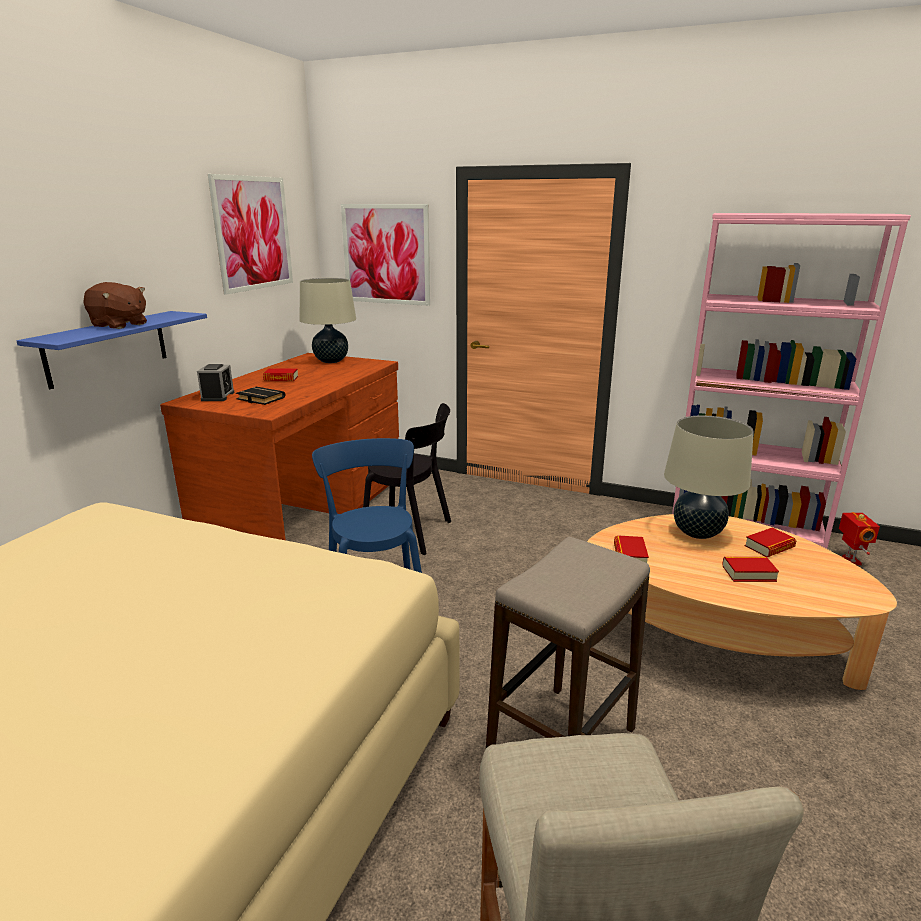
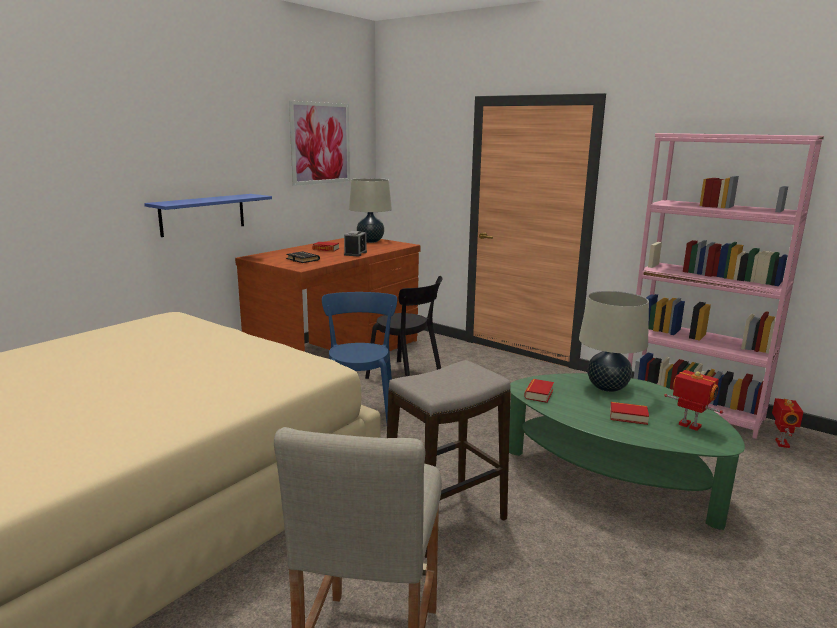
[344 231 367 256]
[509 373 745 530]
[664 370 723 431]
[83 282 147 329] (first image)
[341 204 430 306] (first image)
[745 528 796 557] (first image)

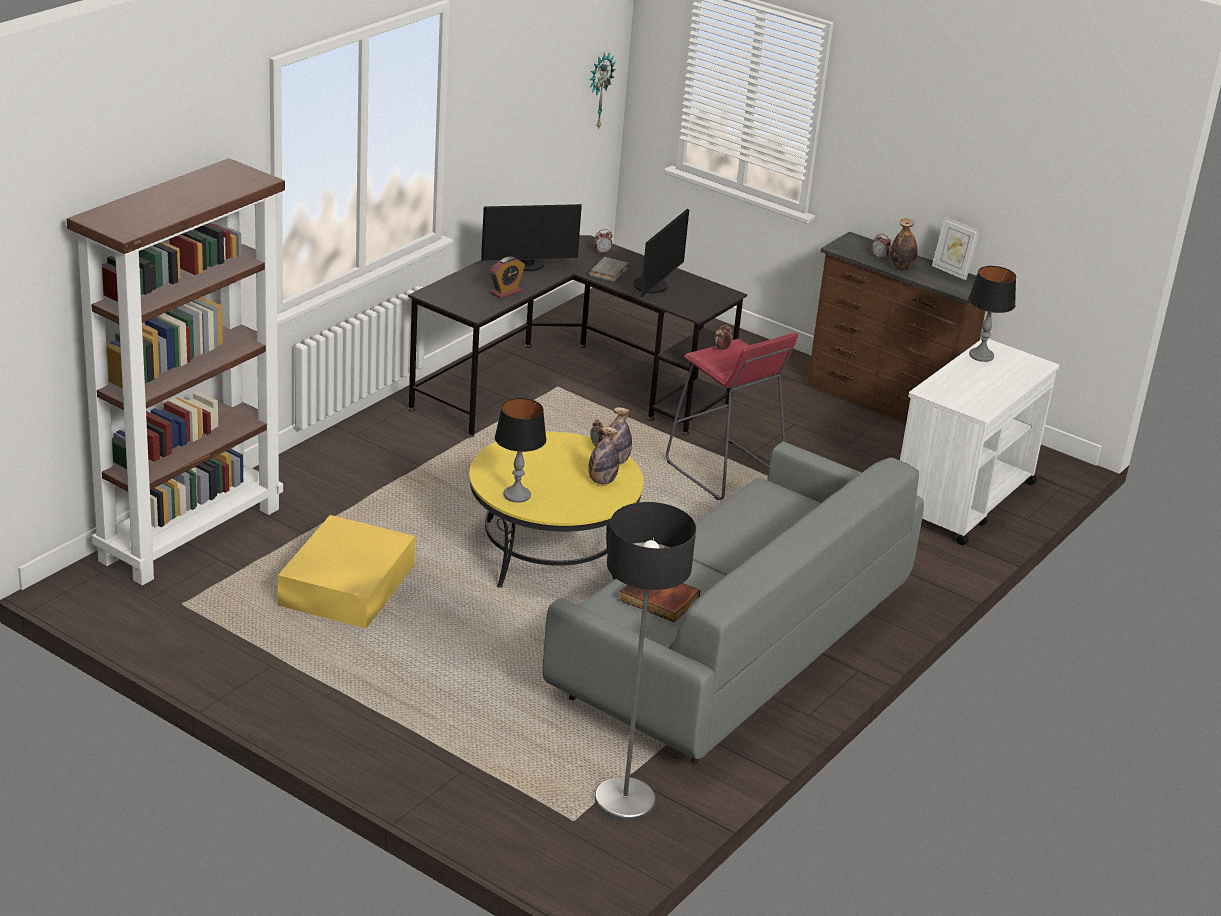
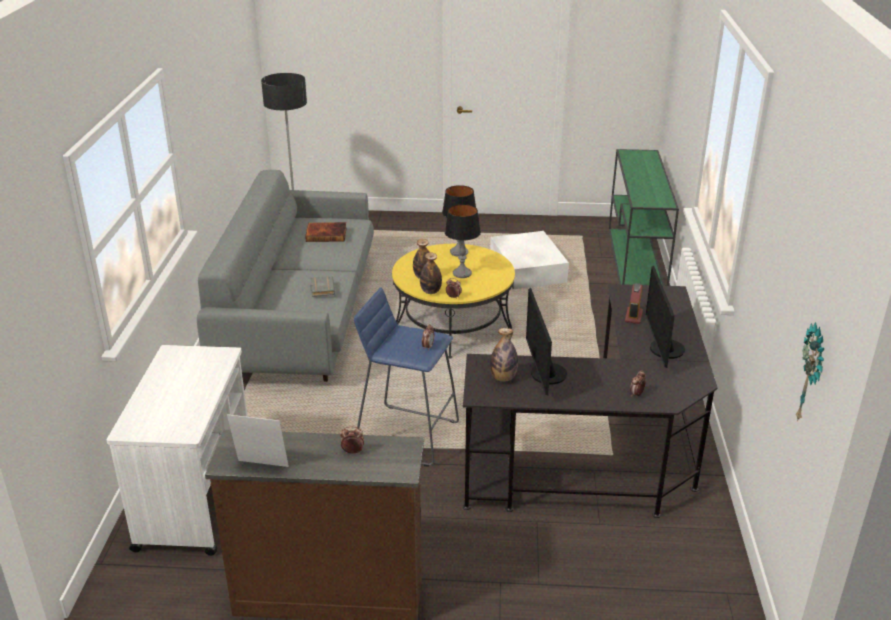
[310 276 335 297]
[354 287 459 467]
[444 204 481 278]
[490 231 569 290]
[490 328 518 381]
[609 149 679 286]
[646 266 685 368]

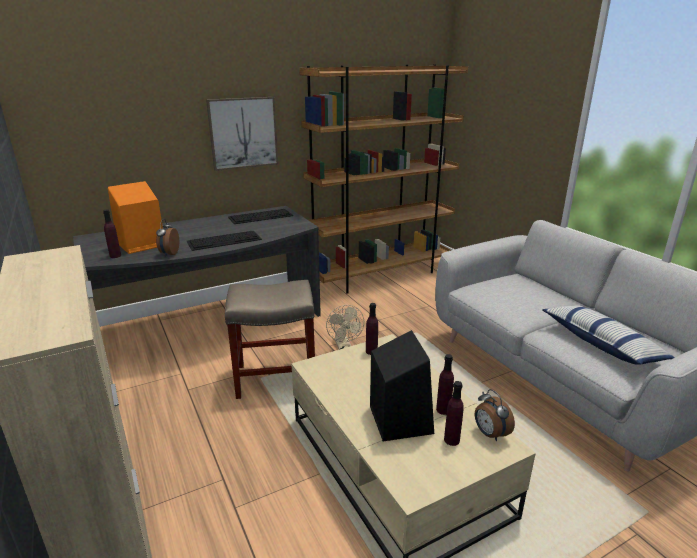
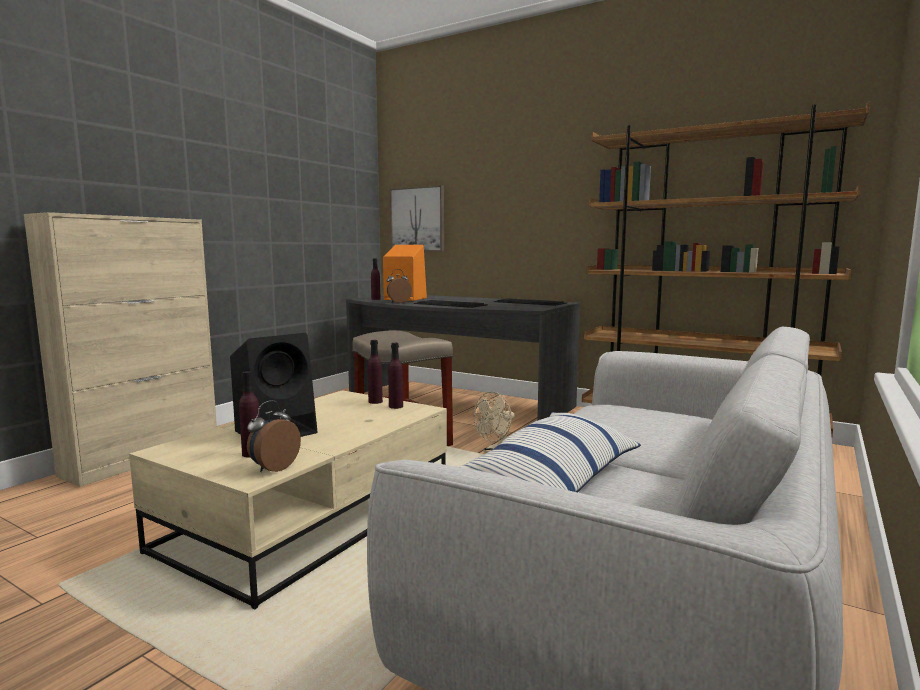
[368 340 383 404]
[390 185 444 252]

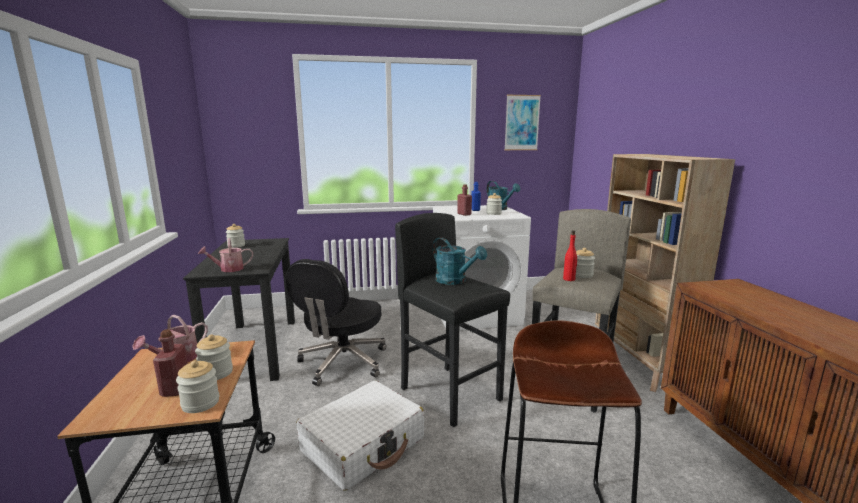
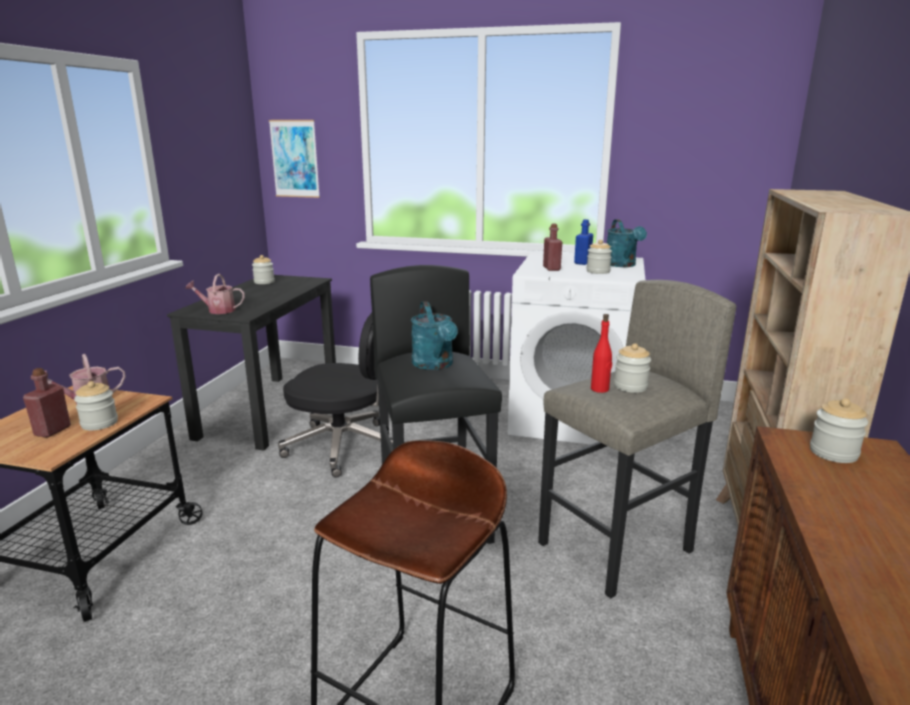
[269 120 320 198]
[278 313 393 477]
[810 398 868 463]
[296 381 424 491] (first image)

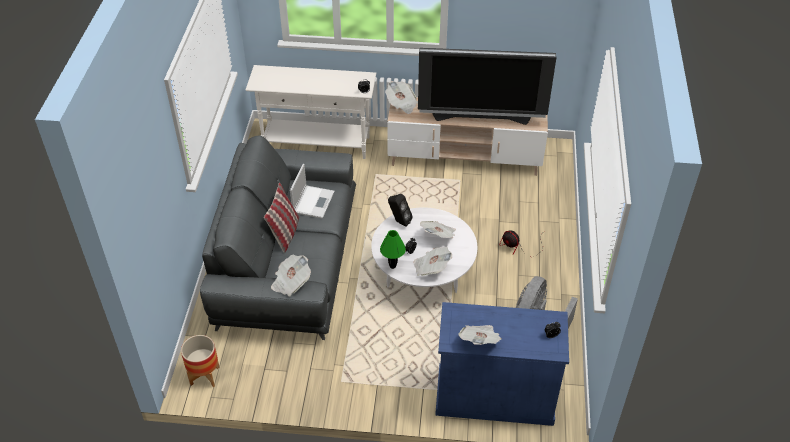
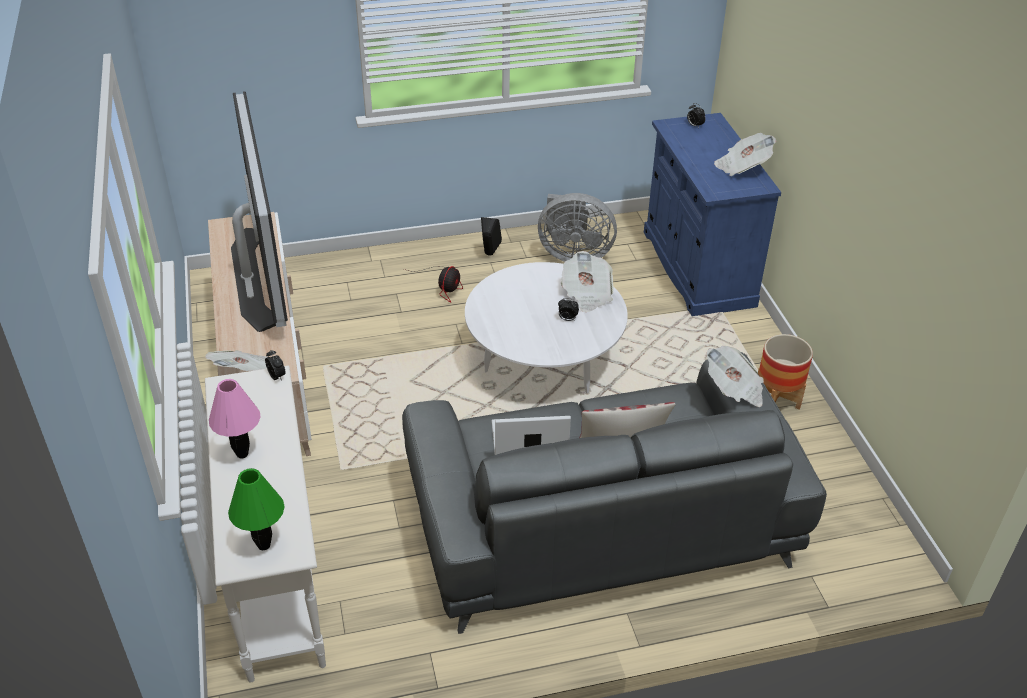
[209 379 261 458]
[228 468 285 550]
[481 217 502 256]
[758 334 813 410]
[420 221 456 238] (first image)

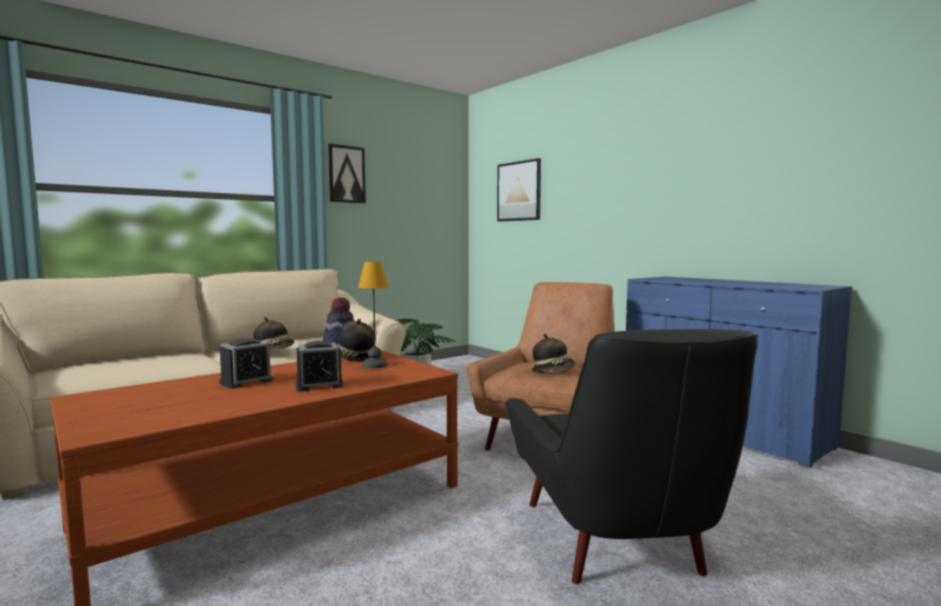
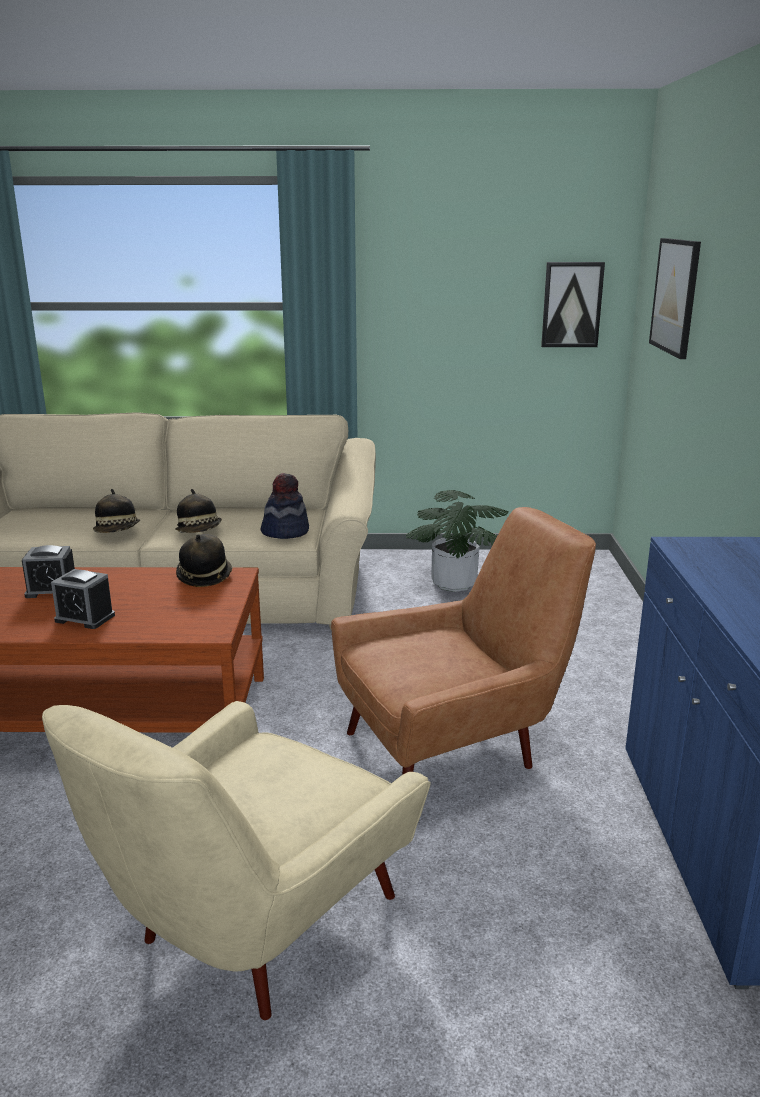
[42 701 431 1020]
[93 489 140 533]
[541 262 605 347]
[358 261 389 368] (first image)

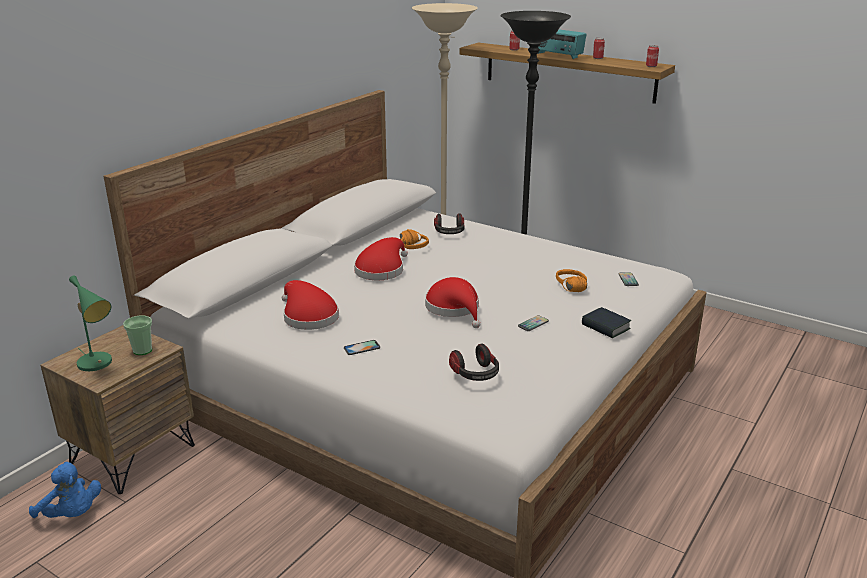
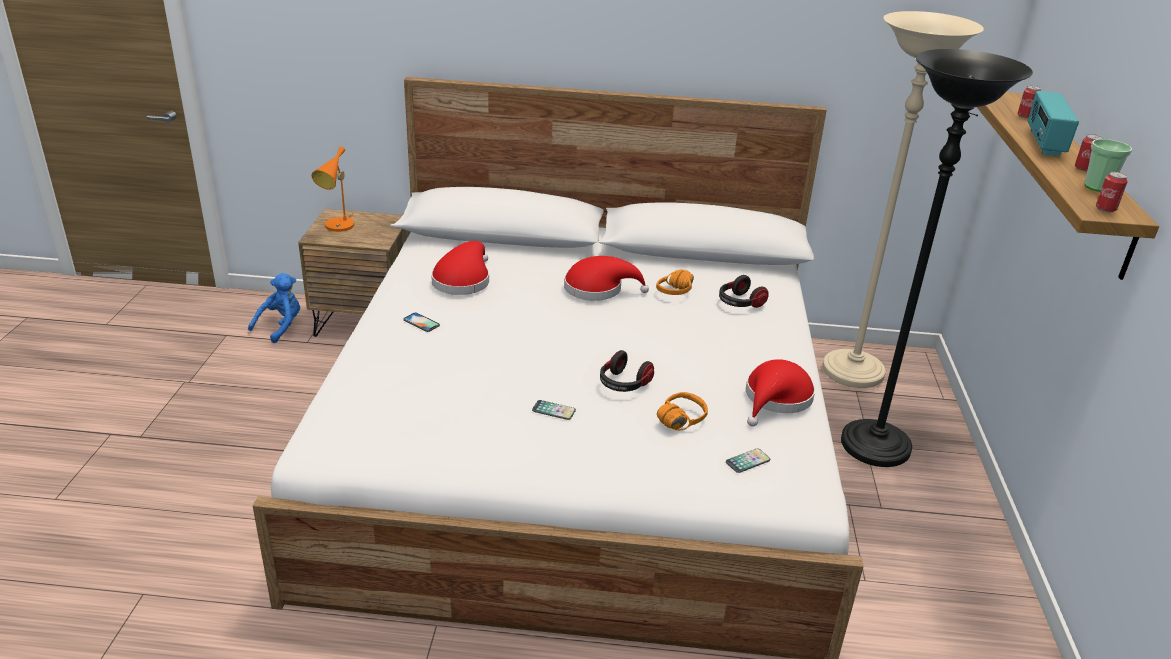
[248 273 300 343]
[312 147 355 232]
[600 350 654 392]
[746 359 815 427]
[1085 139 1132 192]
[582 307 631 338] (first image)

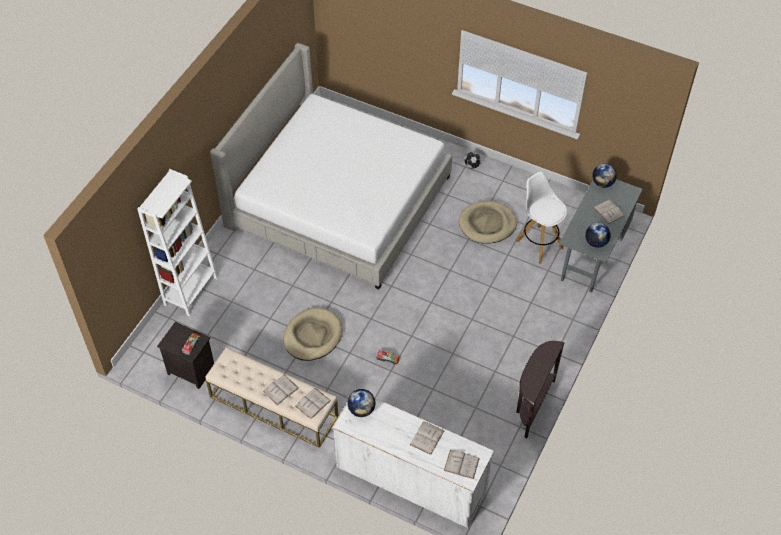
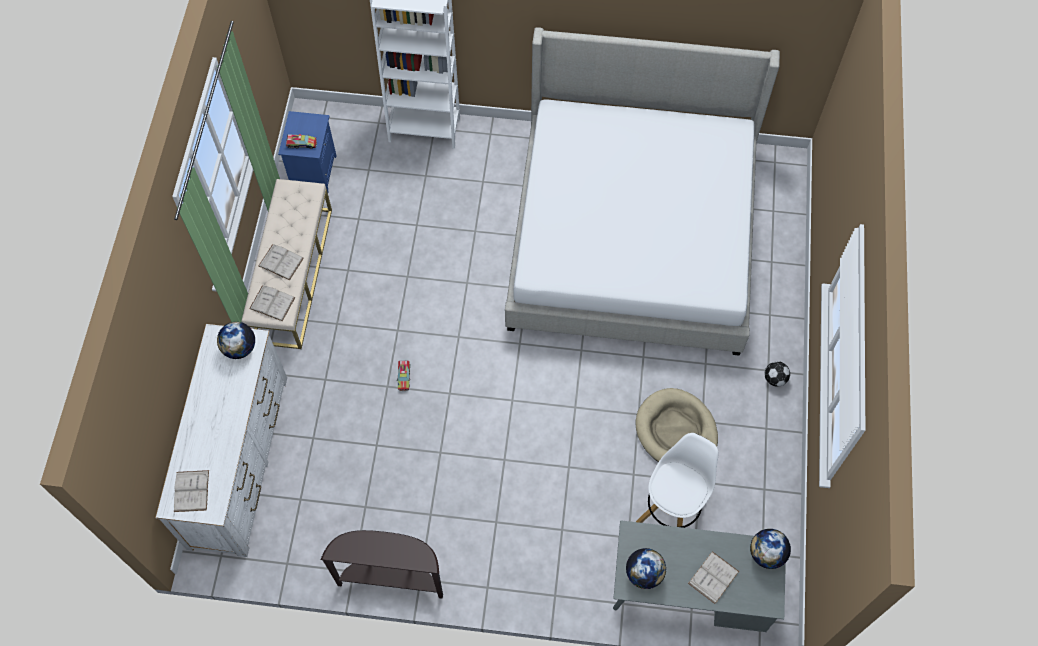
[278 111 337 192]
[283 308 342 361] (first image)
[410 421 444 455] (first image)

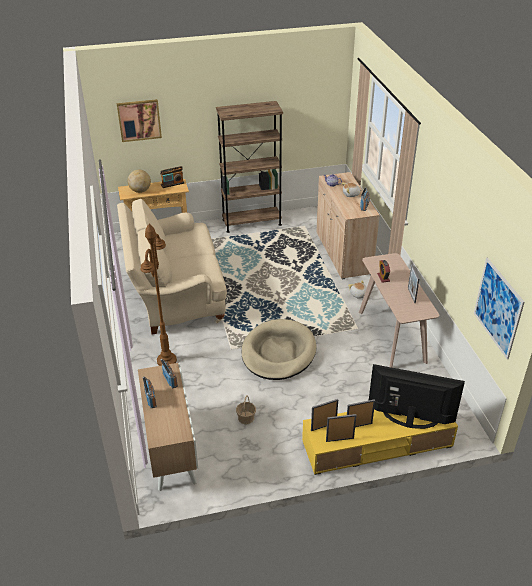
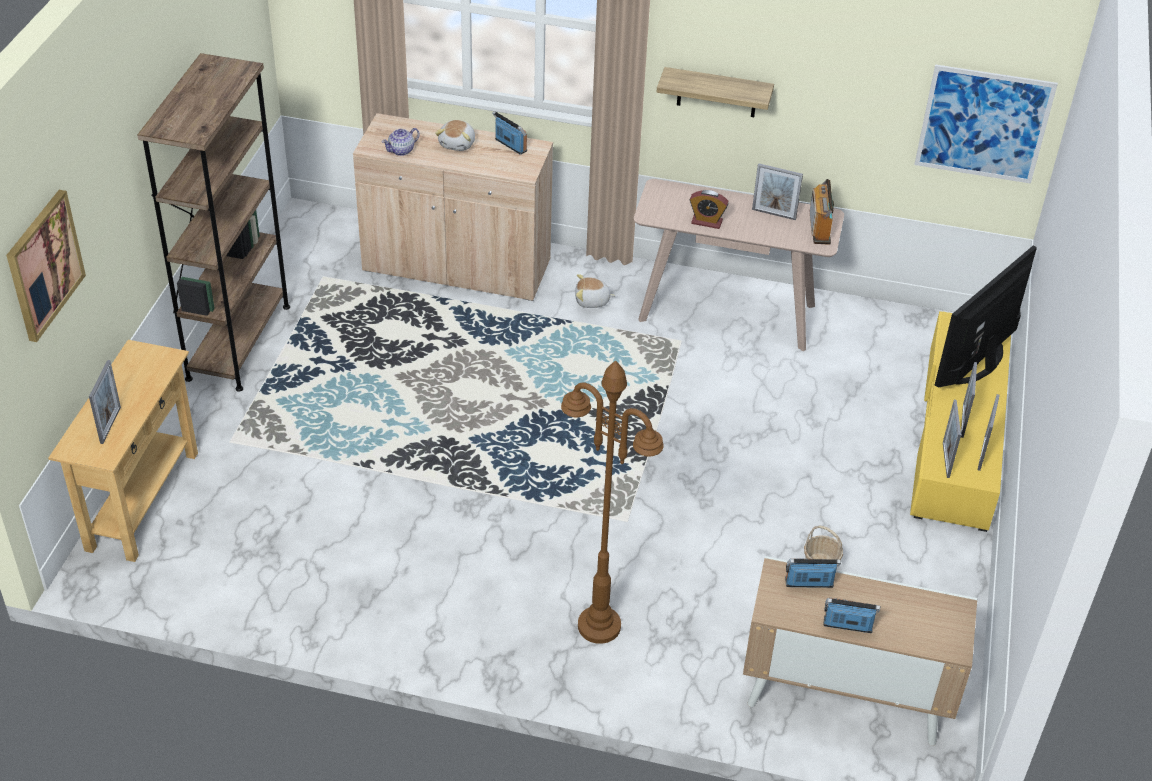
[89 360 121 444]
[657 67 774 117]
[809 179 834 245]
[117 199 227 335] (first image)
[242 319 317 380] (first image)

